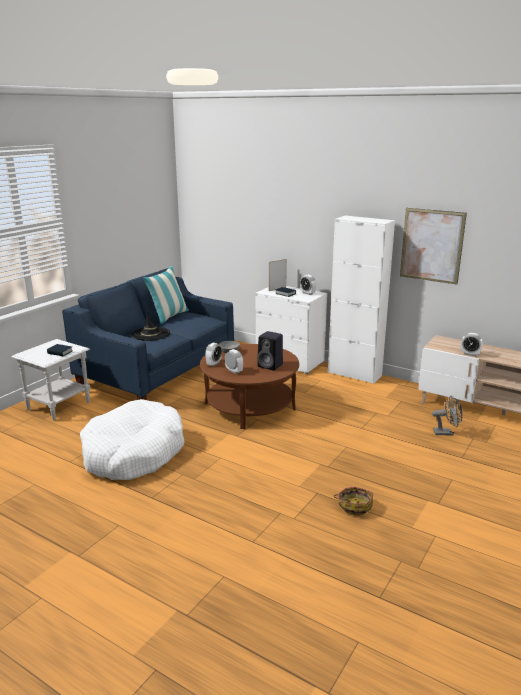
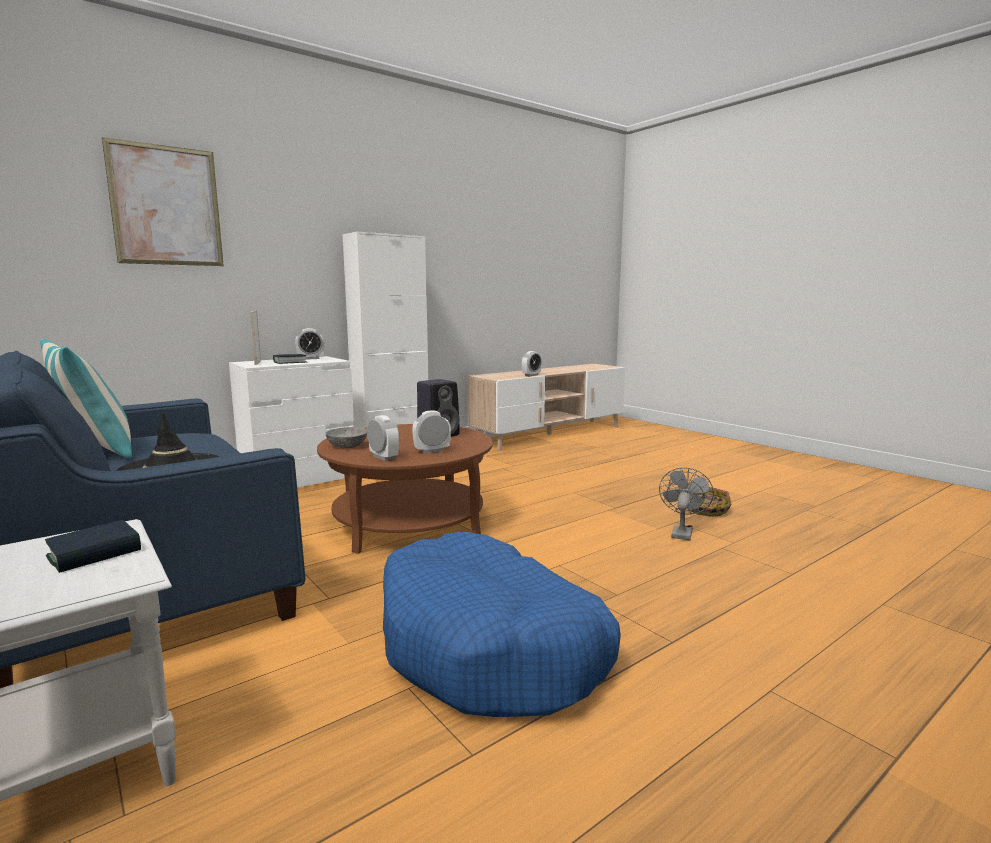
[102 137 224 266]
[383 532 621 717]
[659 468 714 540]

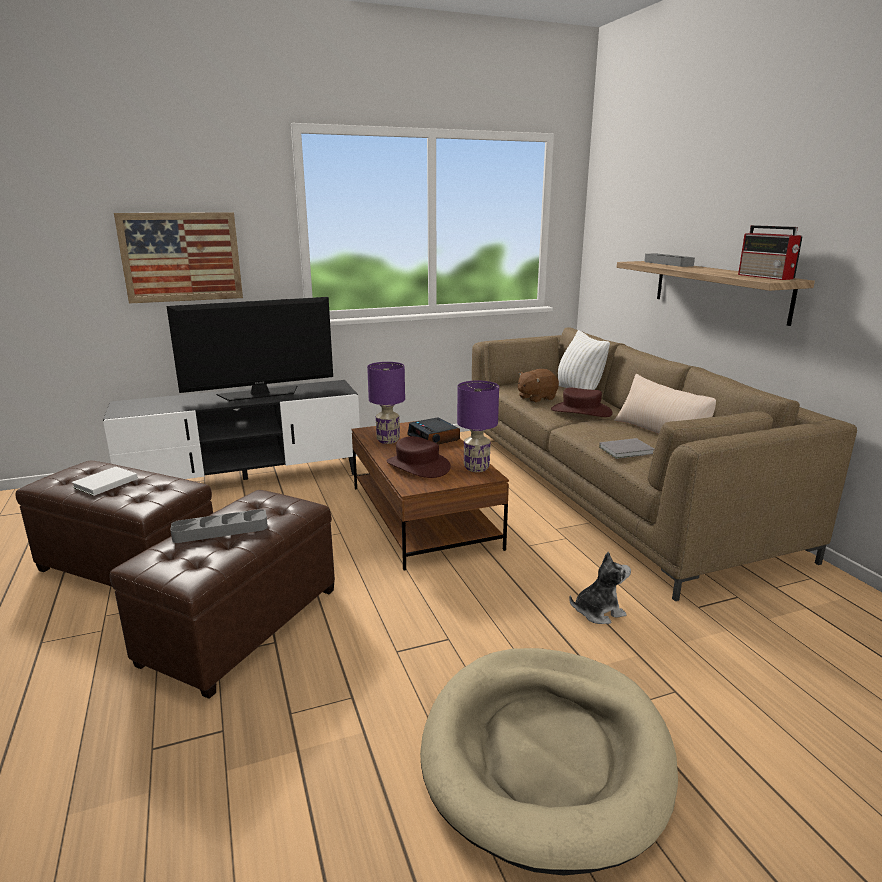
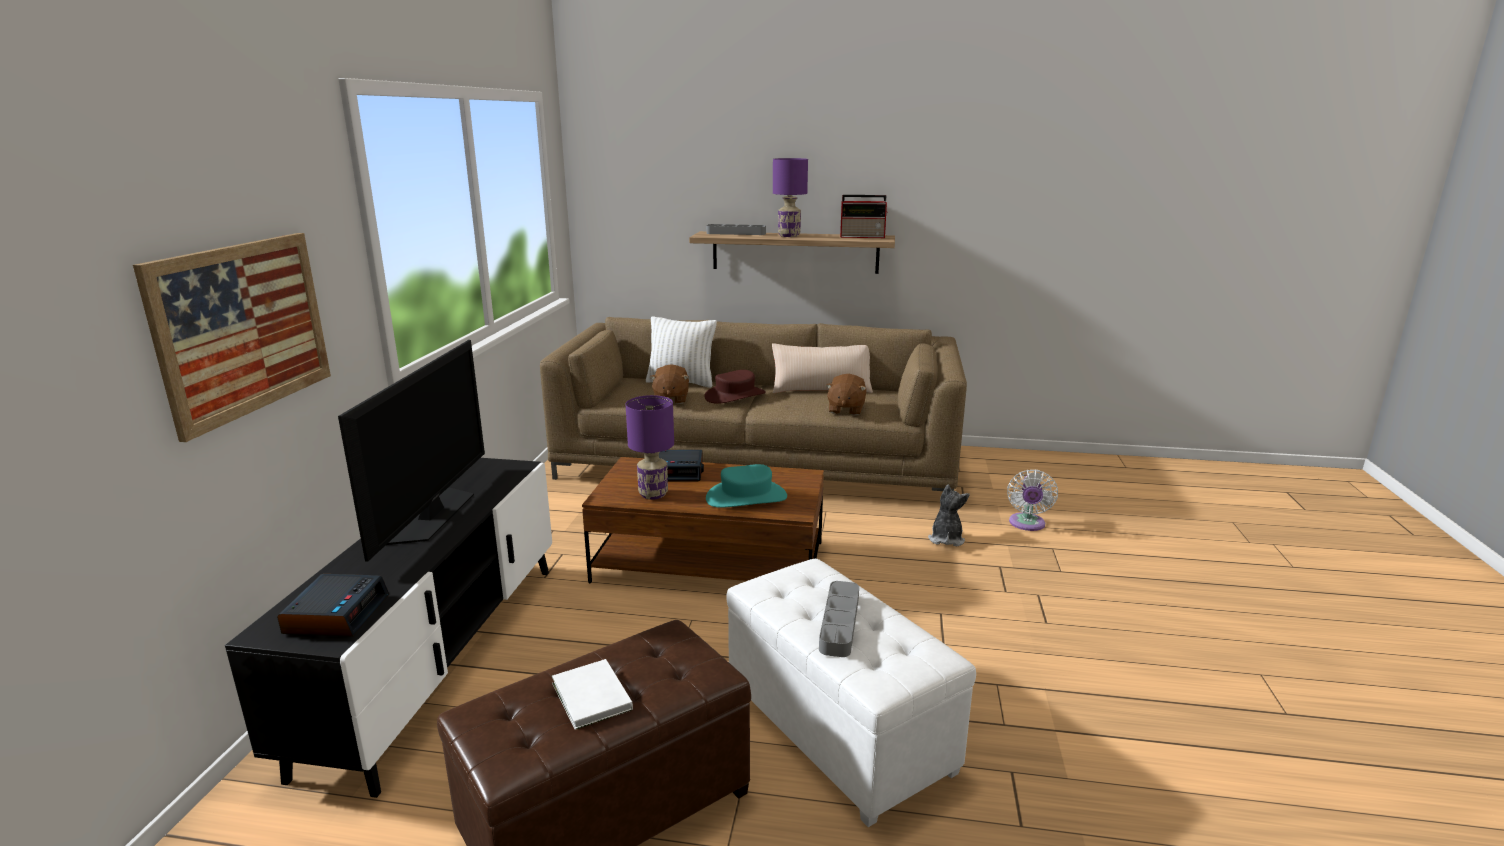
[277 574 389 637]
[706 464 787 508]
[726 559 976 827]
[773 158 808 237]
[825 374 866 415]
[1007 469 1058 531]
[420 648 678 876] (first image)

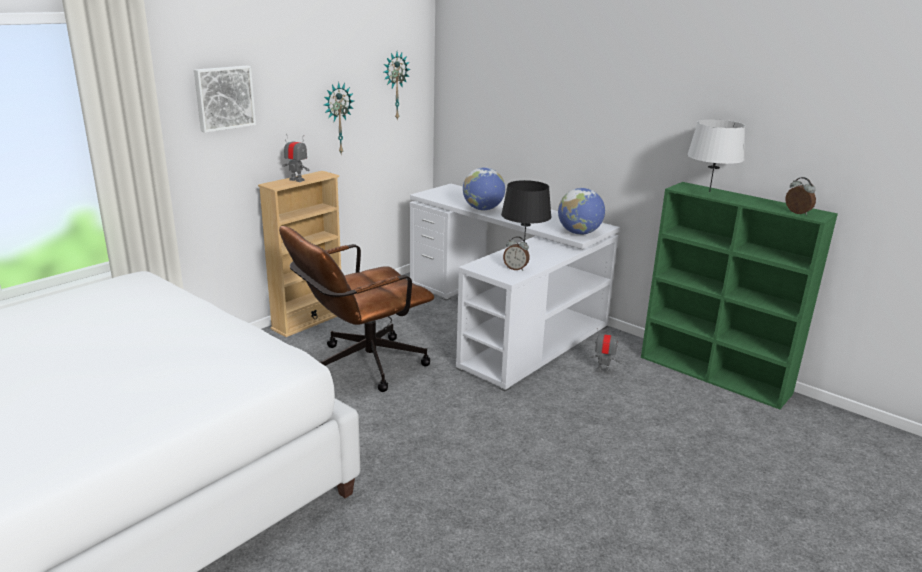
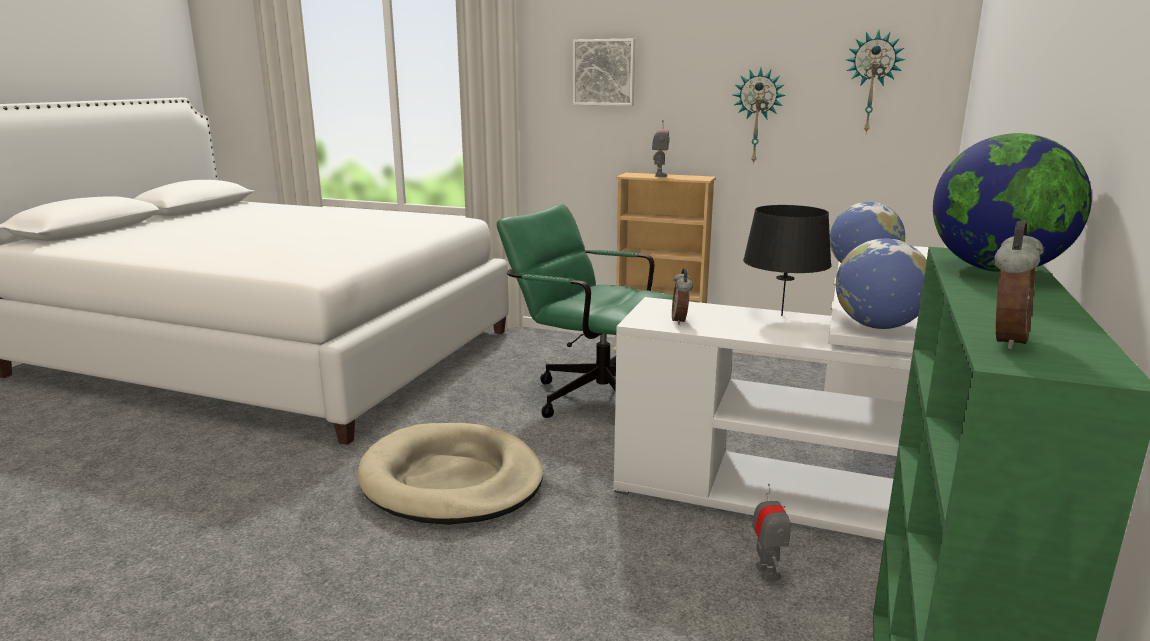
[357 423 543 525]
[497 204 673 418]
[933 133 1092 272]

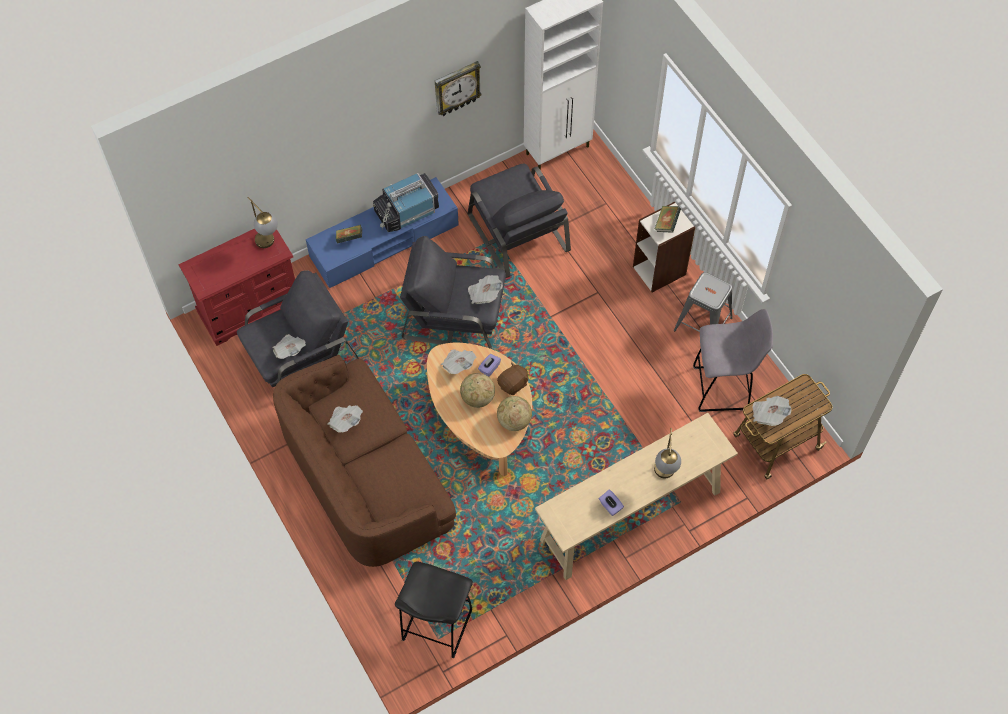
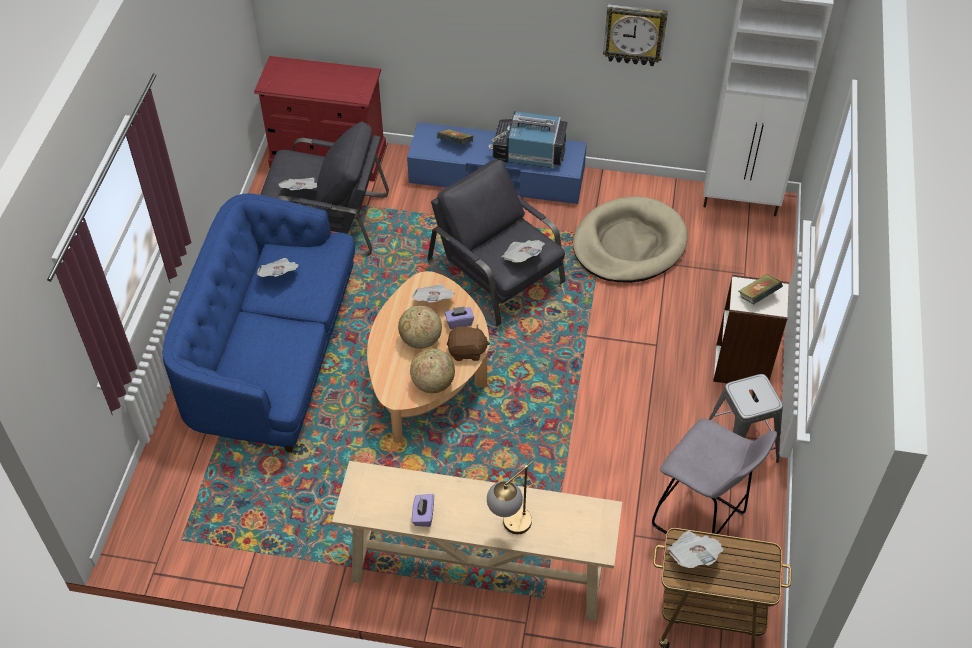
[162 193 355 453]
[573 196 688 283]
[248 197 278 248] (first image)
[395 561 473 658] (first image)

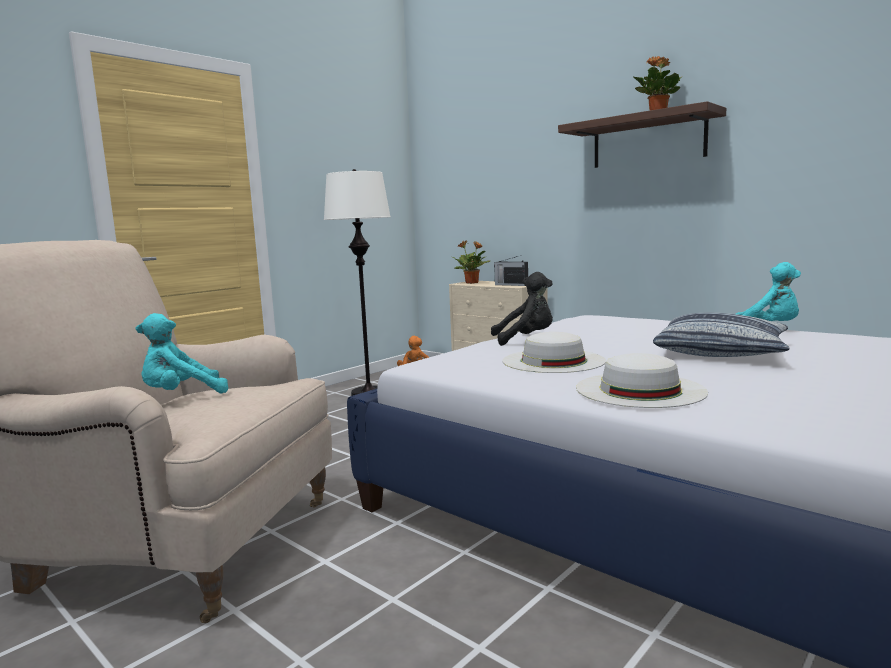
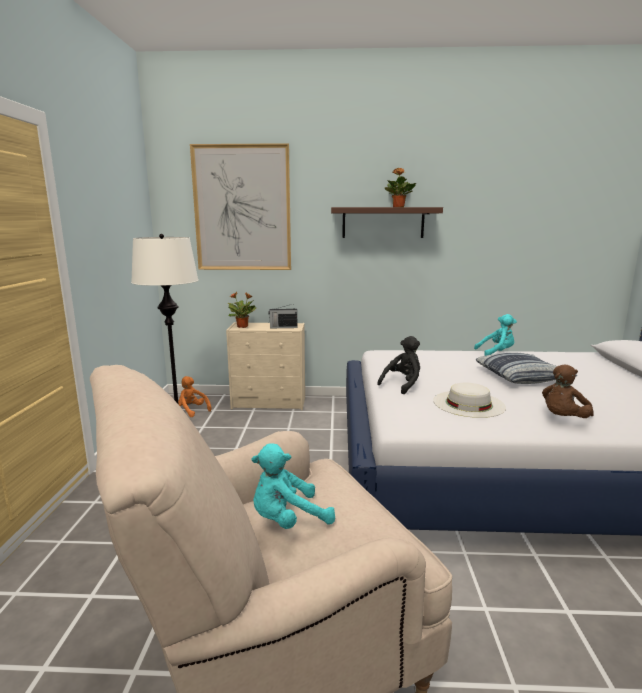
[190 143 291 270]
[251 443 335 529]
[542 365 594 418]

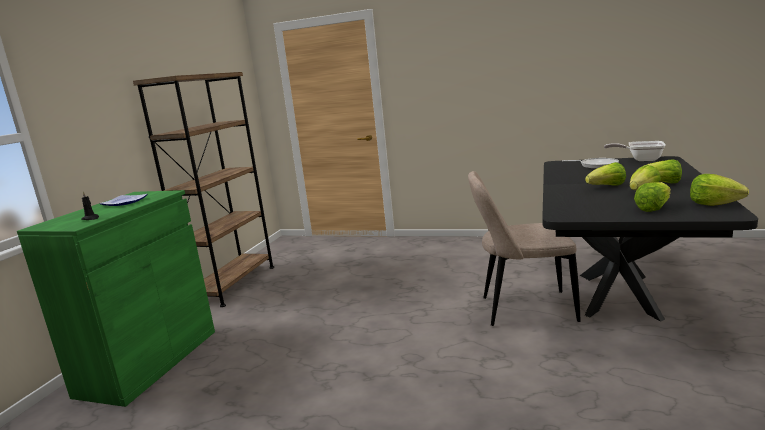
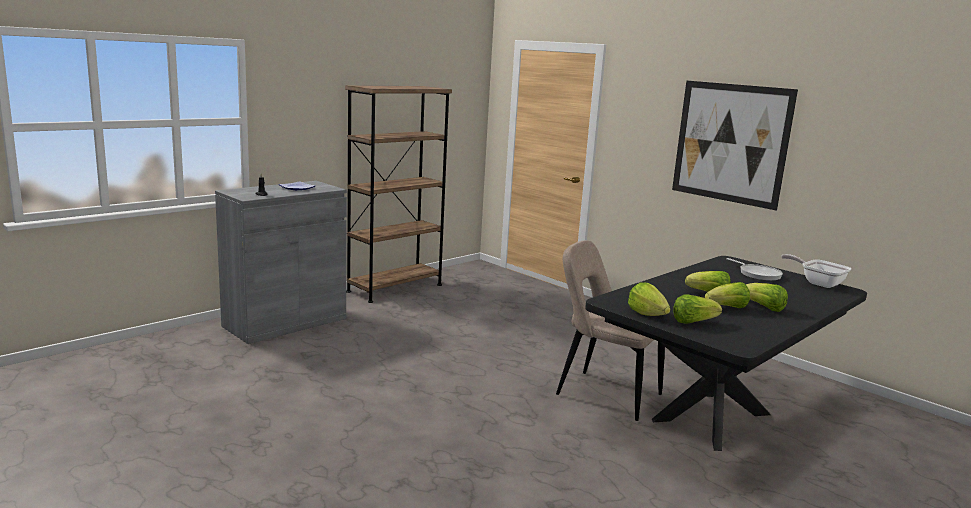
[215 181 347 344]
[628 282 671 316]
[672 81 798 210]

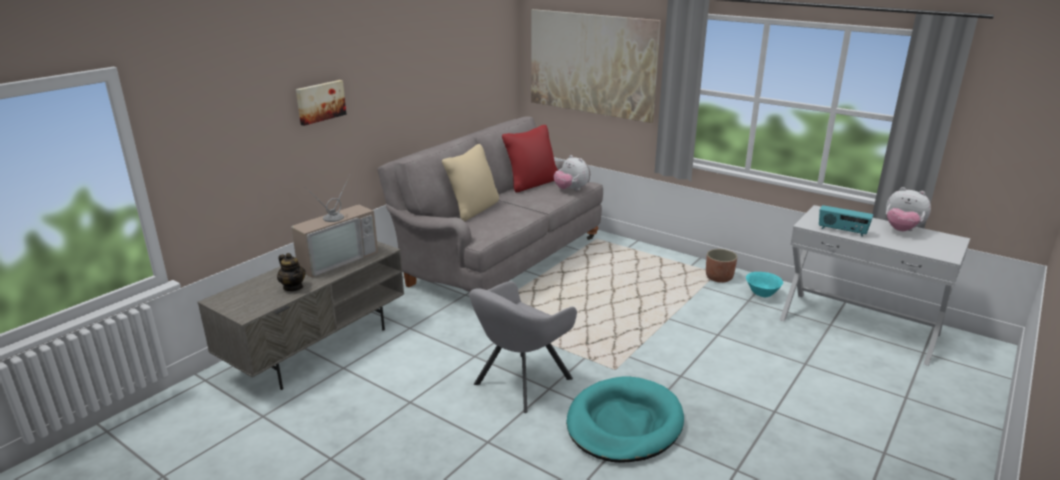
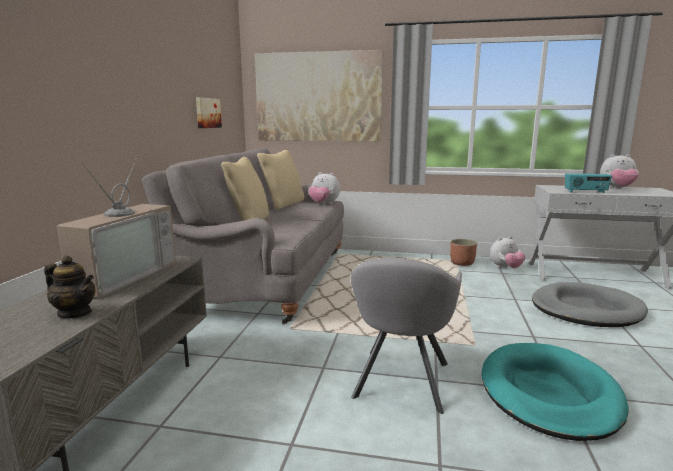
[196 97 222 128]
[257 150 304 210]
[490 236 525 268]
[532 282 648 327]

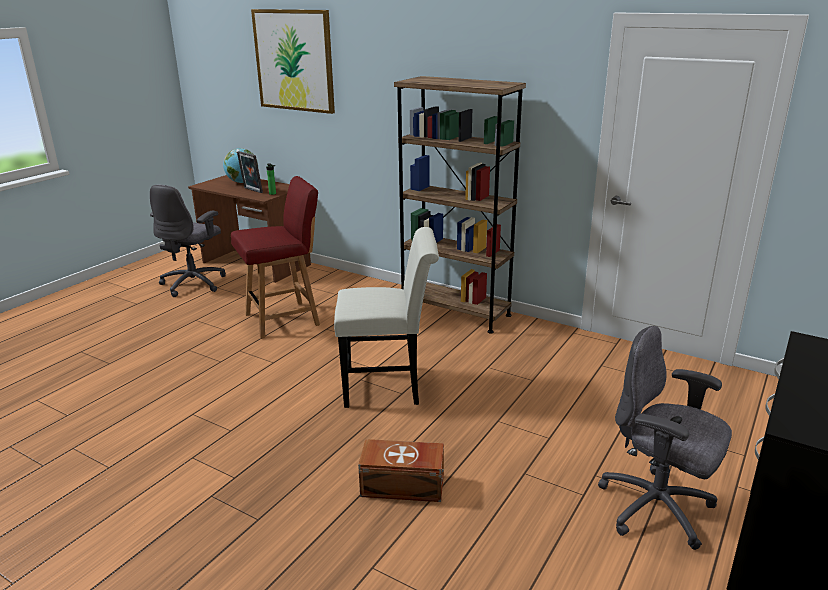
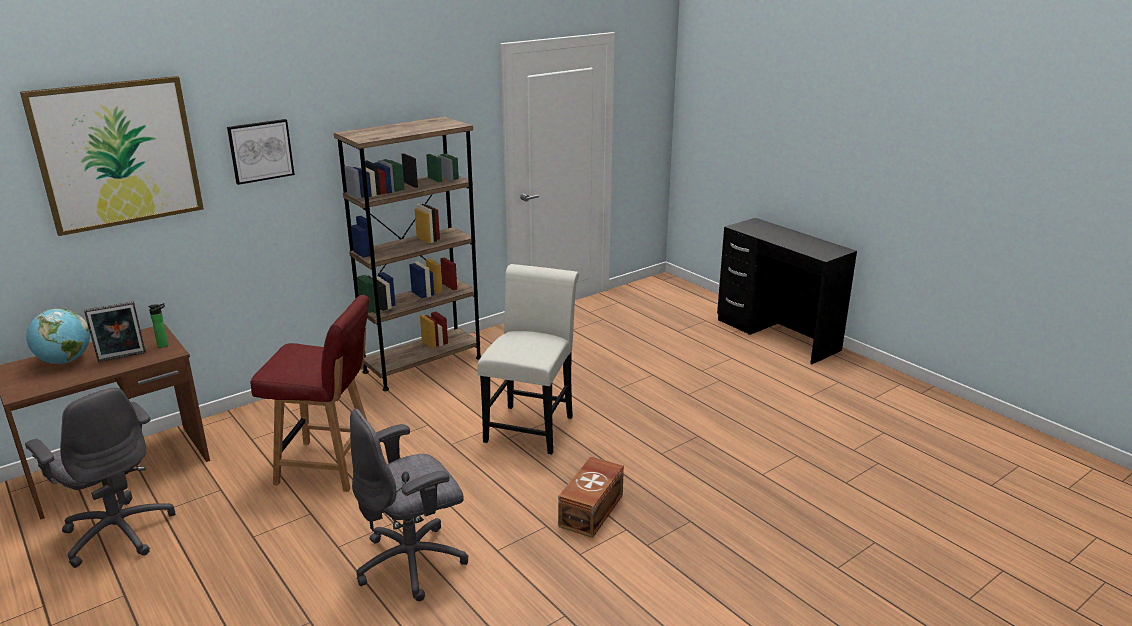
[227 119 295 185]
[250 295 369 492]
[350 409 469 601]
[558 456 624 538]

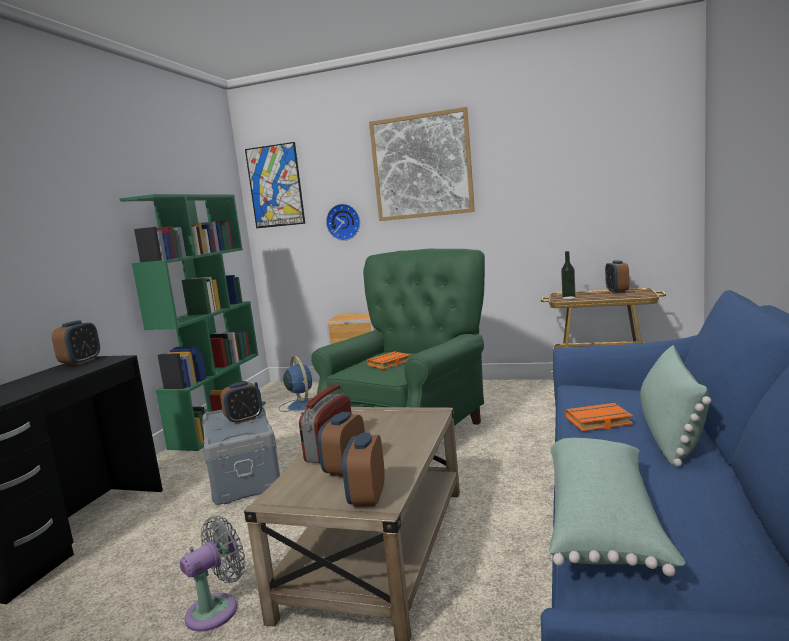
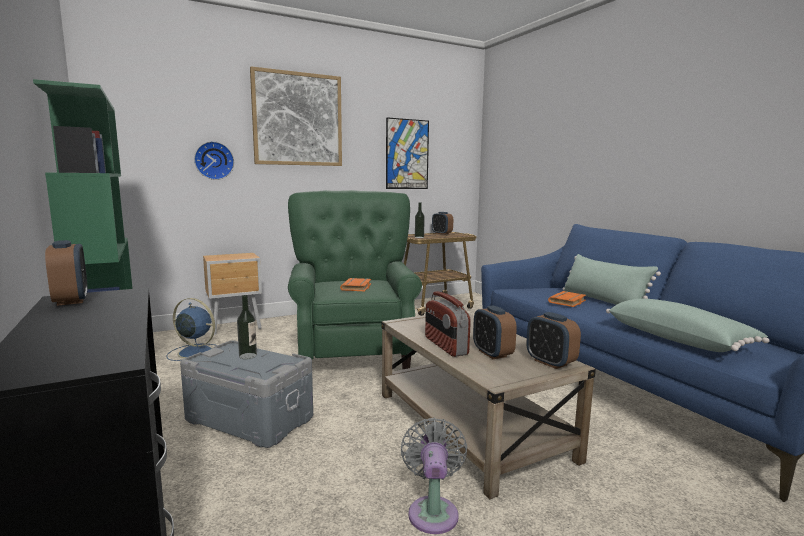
[237 295 257 359]
[386 117 429 189]

